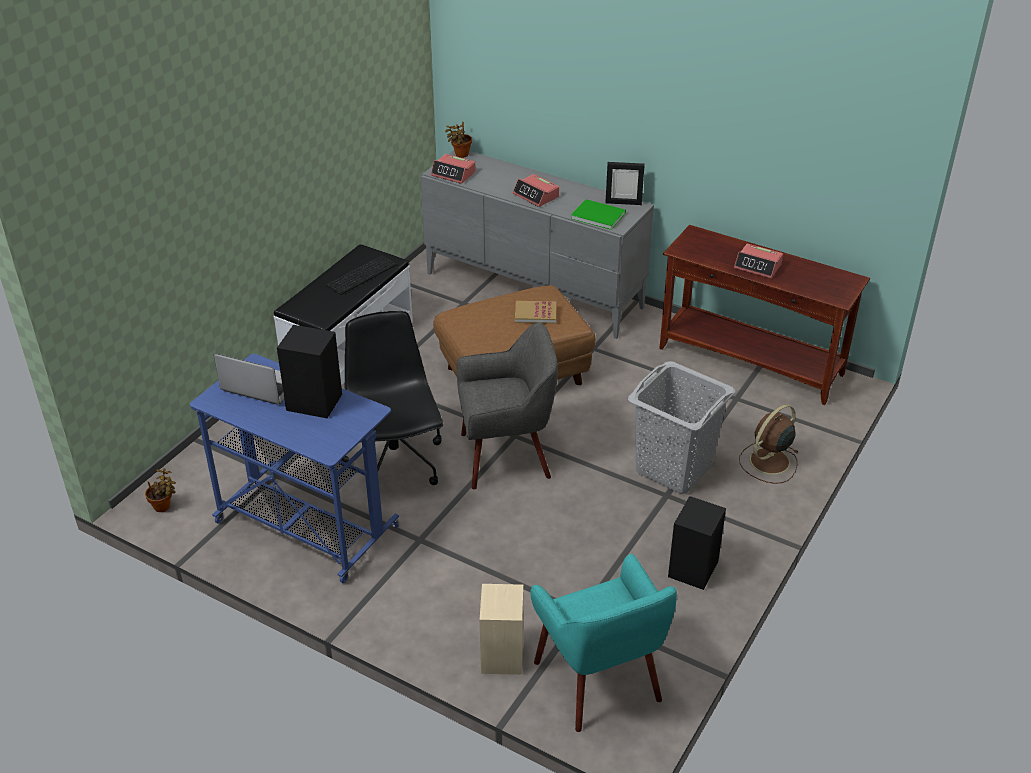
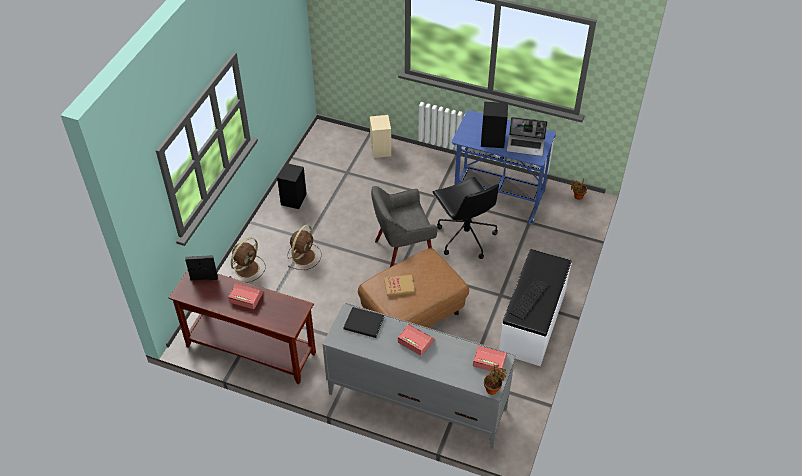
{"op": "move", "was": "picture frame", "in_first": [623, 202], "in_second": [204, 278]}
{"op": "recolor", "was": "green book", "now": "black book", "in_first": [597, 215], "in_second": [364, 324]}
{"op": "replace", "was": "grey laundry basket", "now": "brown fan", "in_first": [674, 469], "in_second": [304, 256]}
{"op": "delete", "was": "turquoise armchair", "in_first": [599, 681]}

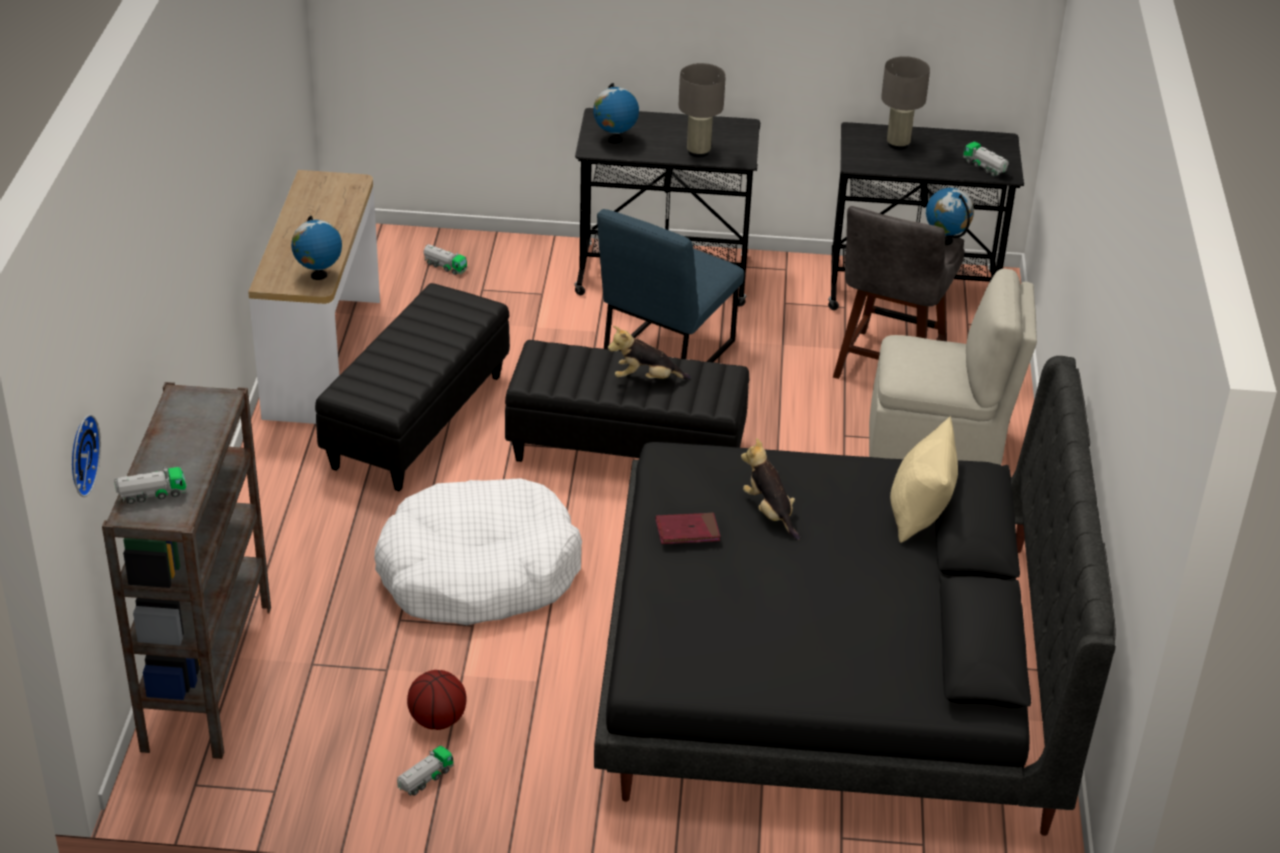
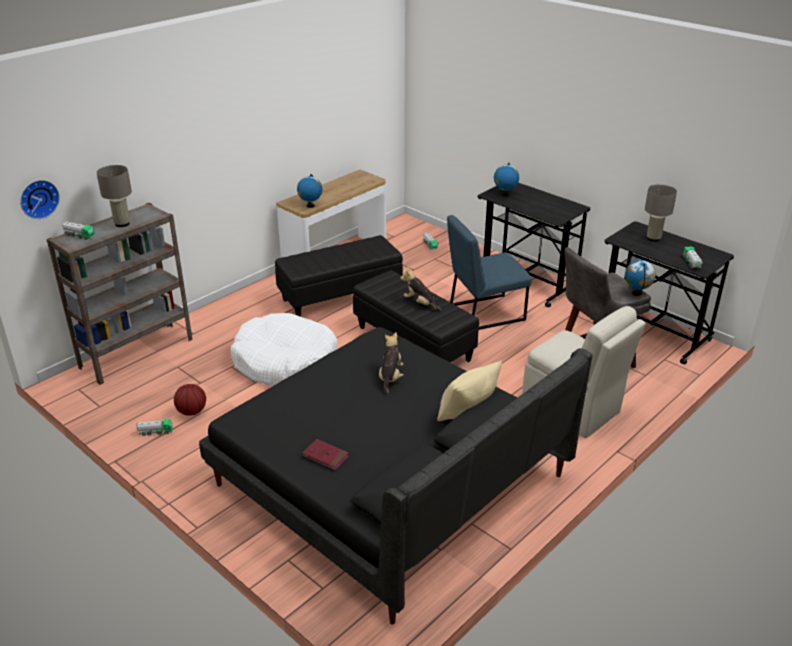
{"op": "move", "was": "grey table lamp", "in_first": [699, 152], "in_second": [122, 224]}
{"op": "move", "was": "red book", "in_first": [687, 531], "in_second": [325, 456]}

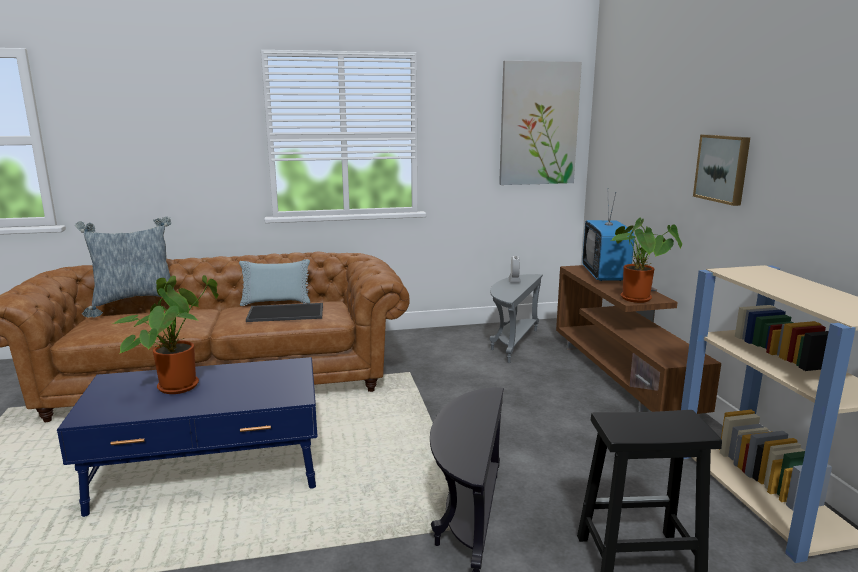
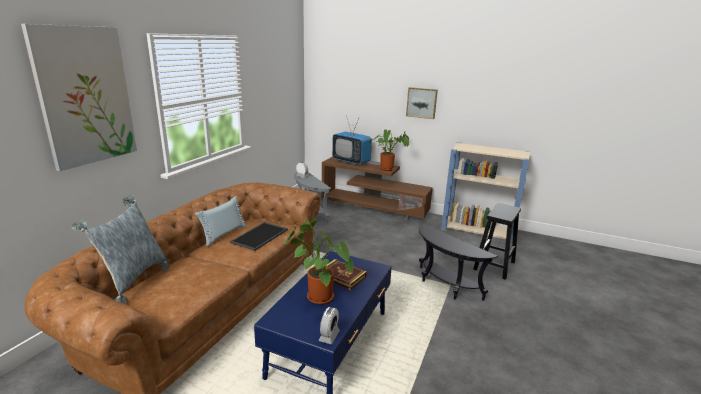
{"op": "move", "was": "picture", "in_first": [538, 124], "in_second": [85, 96]}
{"op": "insert", "now": "book", "in_second": [342, 276]}
{"op": "insert", "now": "alarm clock", "in_second": [329, 336]}

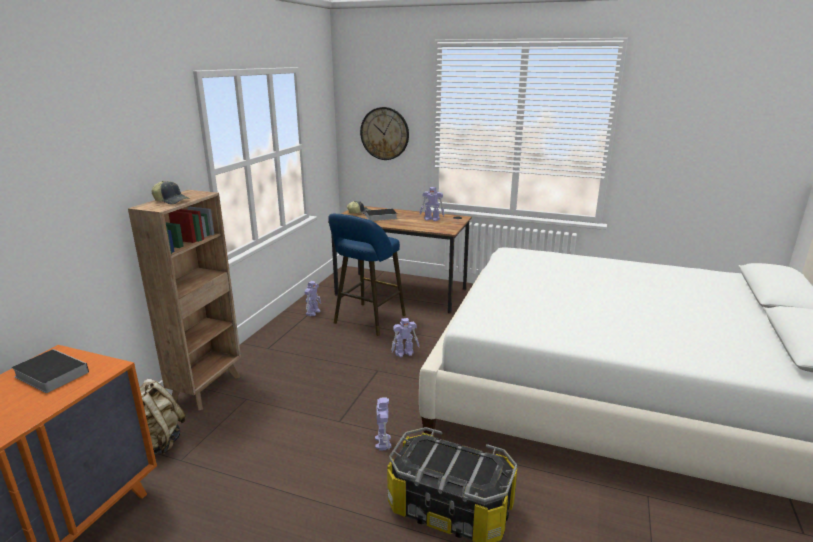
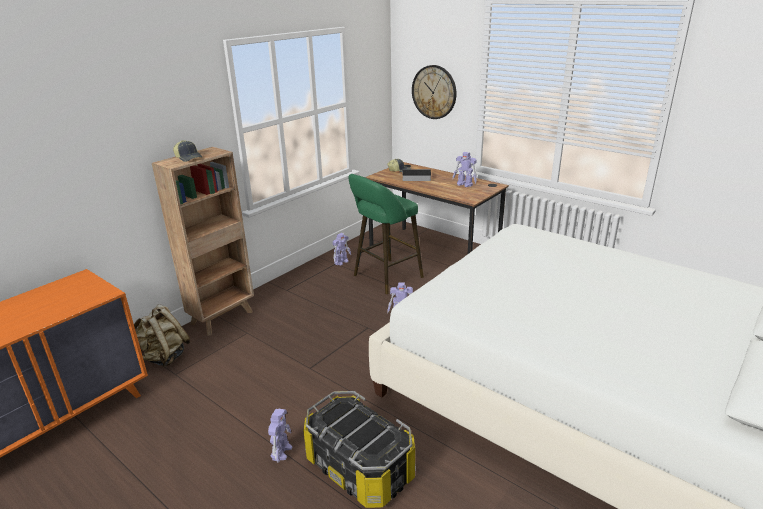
{"op": "recolor", "was": "blue stool", "now": "green stool", "in_first": [367, 321], "in_second": [385, 277]}
{"op": "delete", "was": "book", "in_first": [50, 374]}
{"op": "move", "was": "toy robot", "in_first": [383, 441], "in_second": [282, 451]}

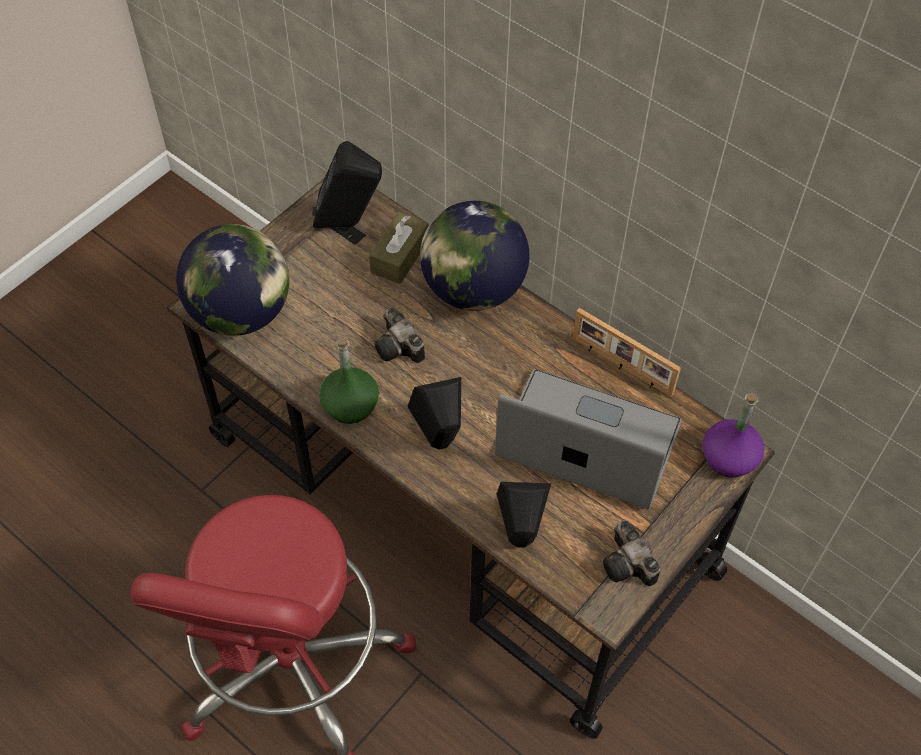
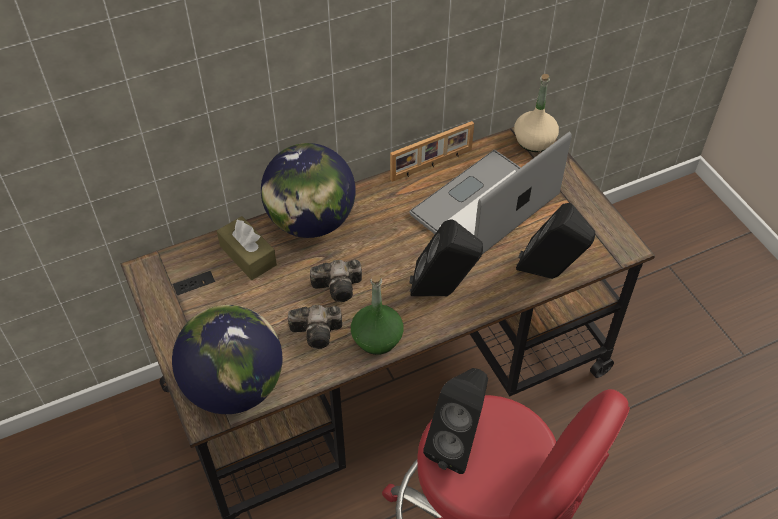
{"op": "move", "was": "black speaker", "in_first": [349, 223], "in_second": [458, 443]}
{"op": "recolor", "was": "purple bottle", "now": "beige bottle", "in_first": [728, 458], "in_second": [534, 141]}
{"op": "move", "was": "photo camera", "in_first": [629, 566], "in_second": [319, 332]}

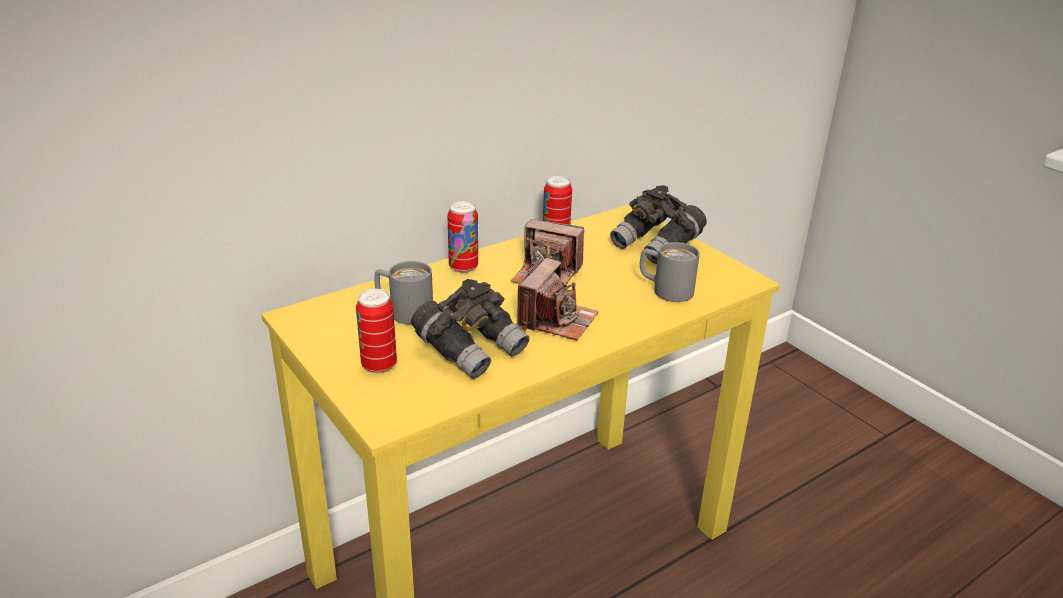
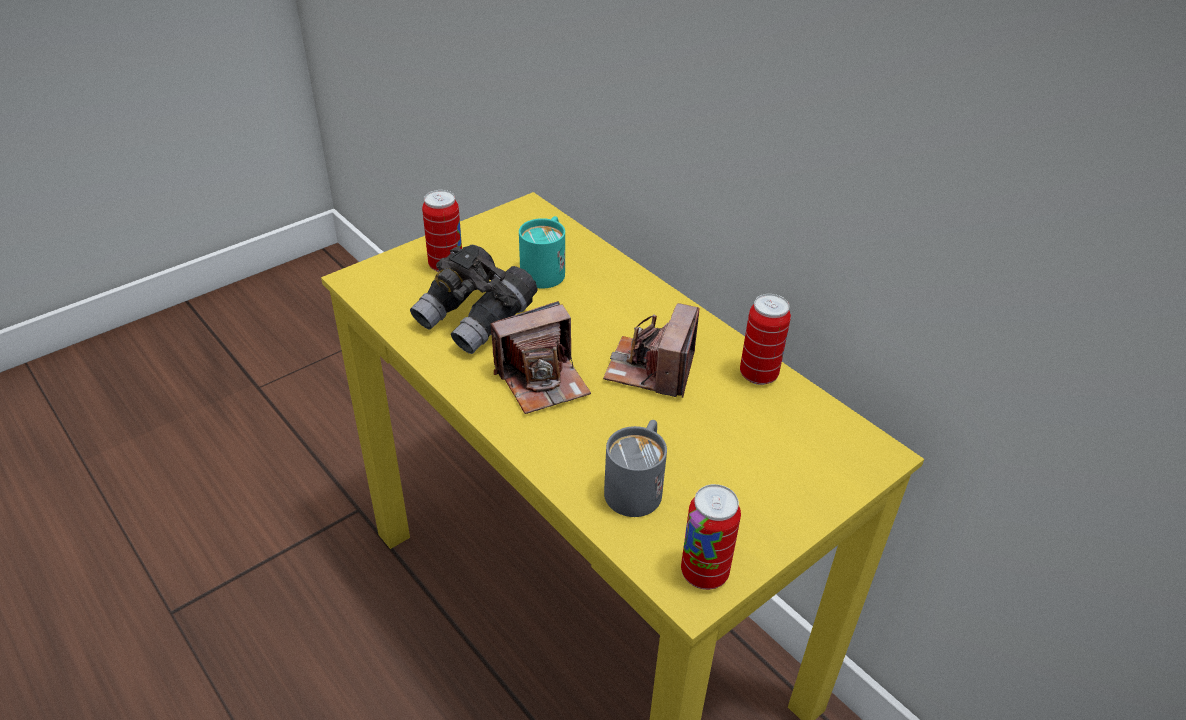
{"op": "delete", "was": "grey binoculars", "in_first": [656, 245]}
{"op": "move", "was": "can", "in_first": [463, 267], "in_second": [704, 573]}
{"op": "rotate", "was": "photo camera", "in_first": [556, 320], "in_second": [542, 380], "clockwise": -45}
{"op": "recolor", "was": "grey mug", "now": "turquoise mug", "in_first": [403, 311], "in_second": [546, 269]}

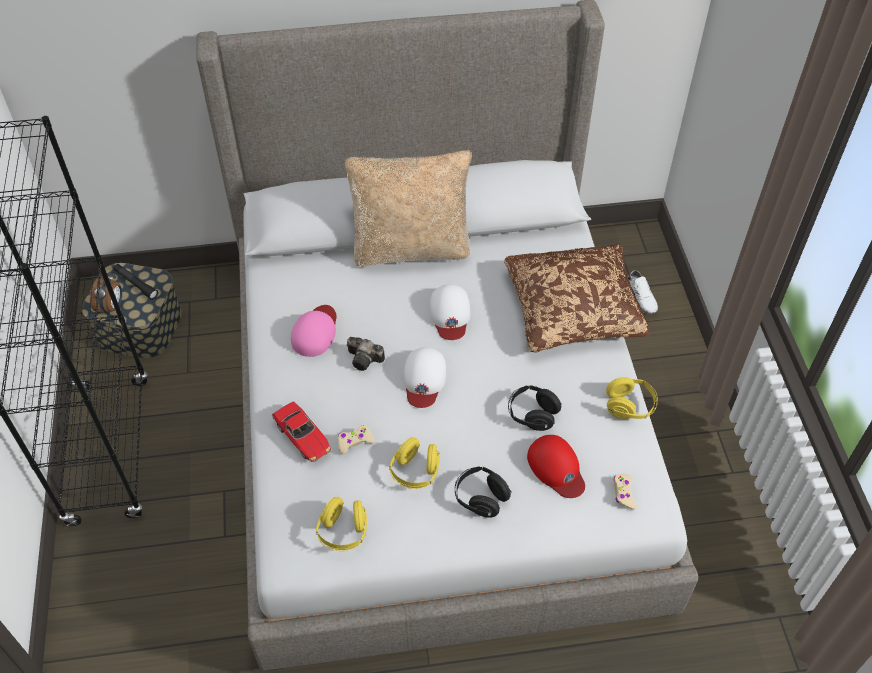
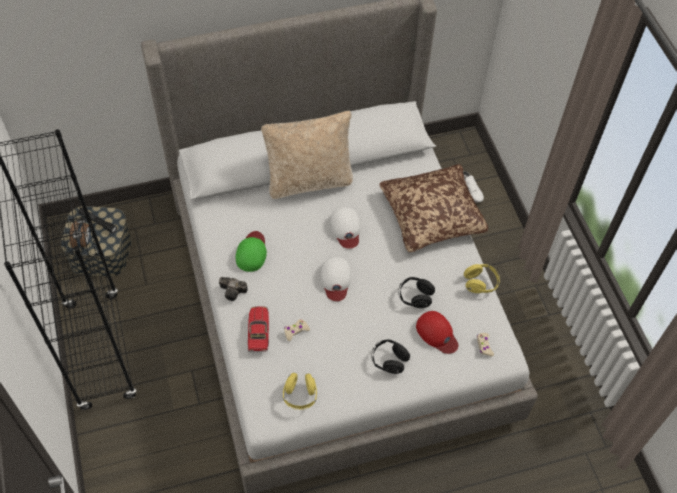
{"op": "recolor", "was": "pink cap", "now": "green cap", "in_first": [315, 332], "in_second": [252, 252]}
{"op": "move", "was": "photo camera", "in_first": [366, 359], "in_second": [234, 292]}
{"op": "rotate", "was": "toy car", "in_first": [303, 437], "in_second": [258, 331], "clockwise": -135}
{"op": "delete", "was": "yellow headphones", "in_first": [415, 472]}

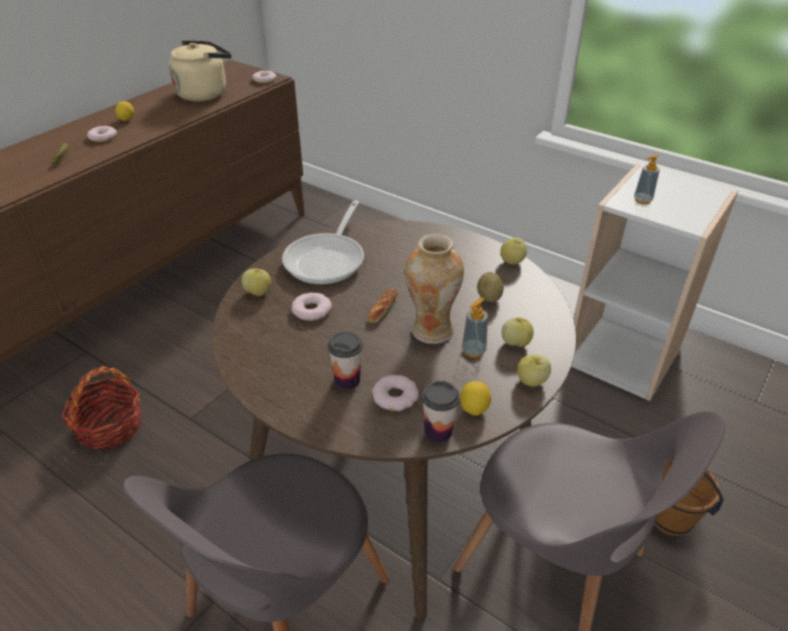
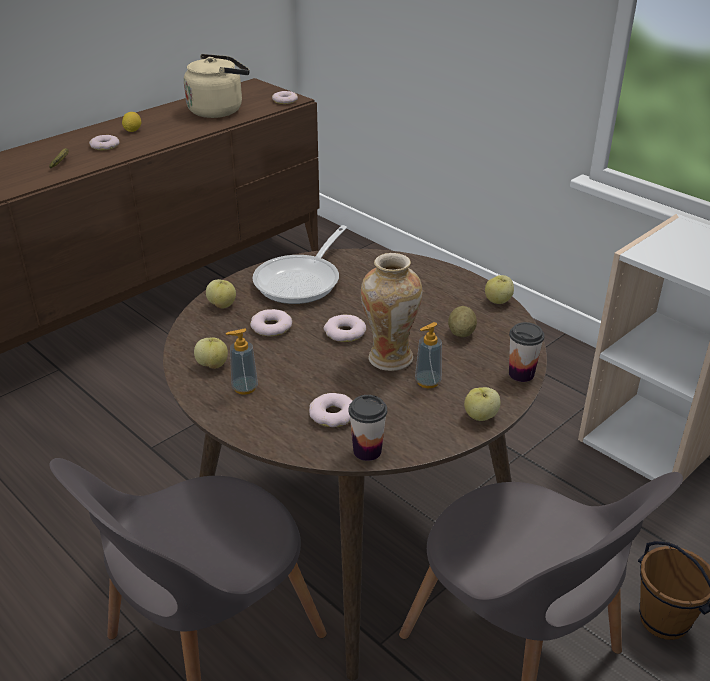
{"op": "move", "was": "soap dispenser", "in_first": [642, 200], "in_second": [244, 388]}
{"op": "replace", "was": "bread", "now": "donut", "in_first": [383, 308], "in_second": [345, 332]}
{"op": "move", "was": "apple", "in_first": [515, 343], "in_second": [212, 365]}
{"op": "move", "was": "cup", "in_first": [347, 380], "in_second": [521, 374]}
{"op": "delete", "was": "basket", "in_first": [109, 427]}
{"op": "delete", "was": "lemon", "in_first": [474, 408]}

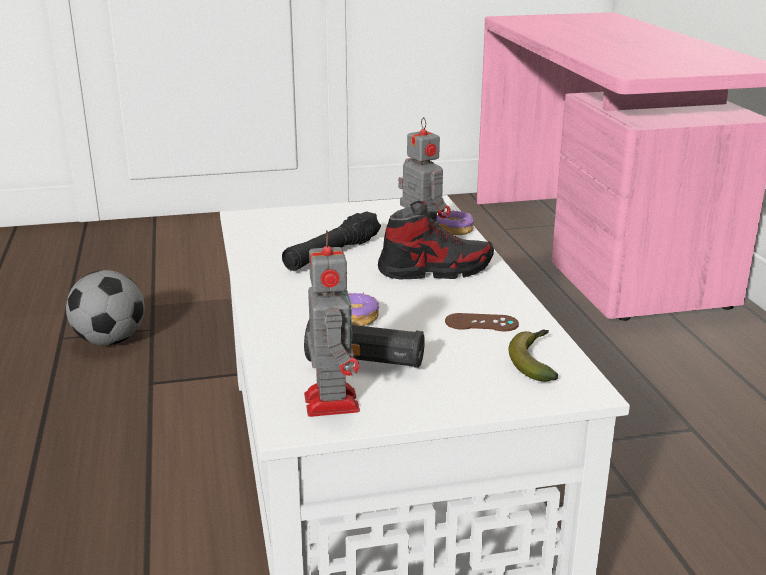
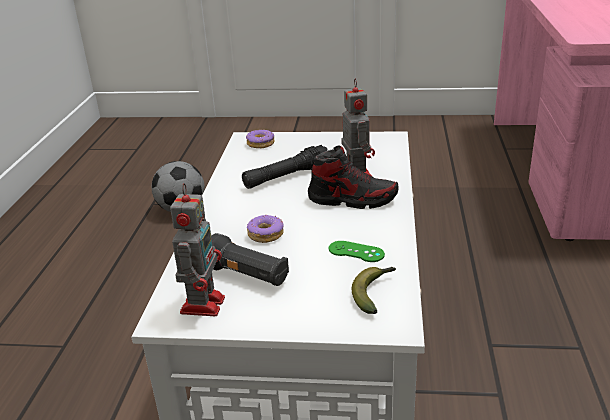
{"op": "move", "was": "donut", "in_first": [454, 230], "in_second": [260, 144]}
{"op": "recolor", "was": "brown game controller", "now": "green game controller", "in_first": [481, 323], "in_second": [356, 252]}

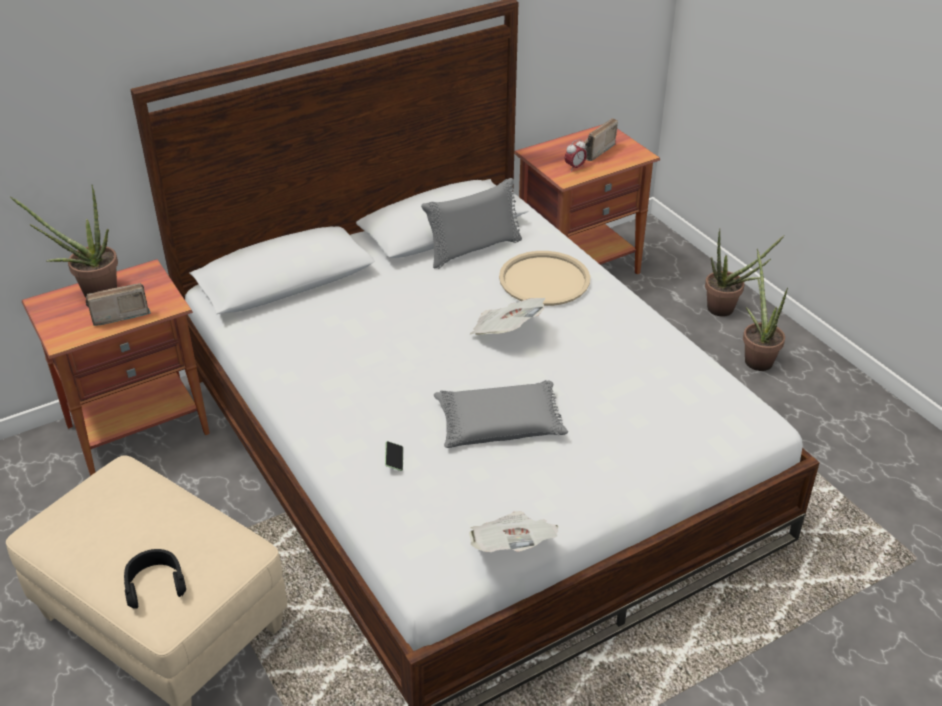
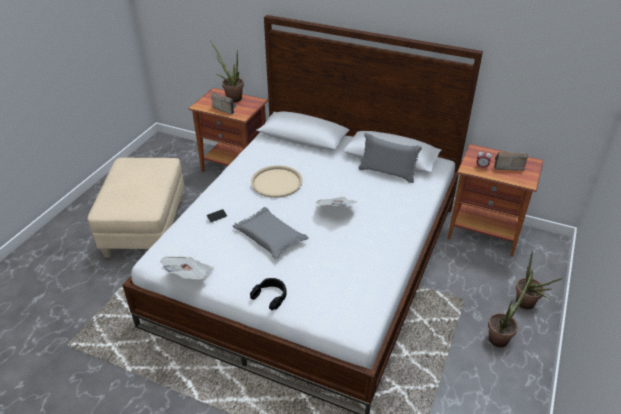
{"op": "move", "was": "beige tray", "in_first": [544, 280], "in_second": [276, 182]}
{"op": "move", "was": "black headphones", "in_first": [155, 584], "in_second": [270, 296]}

